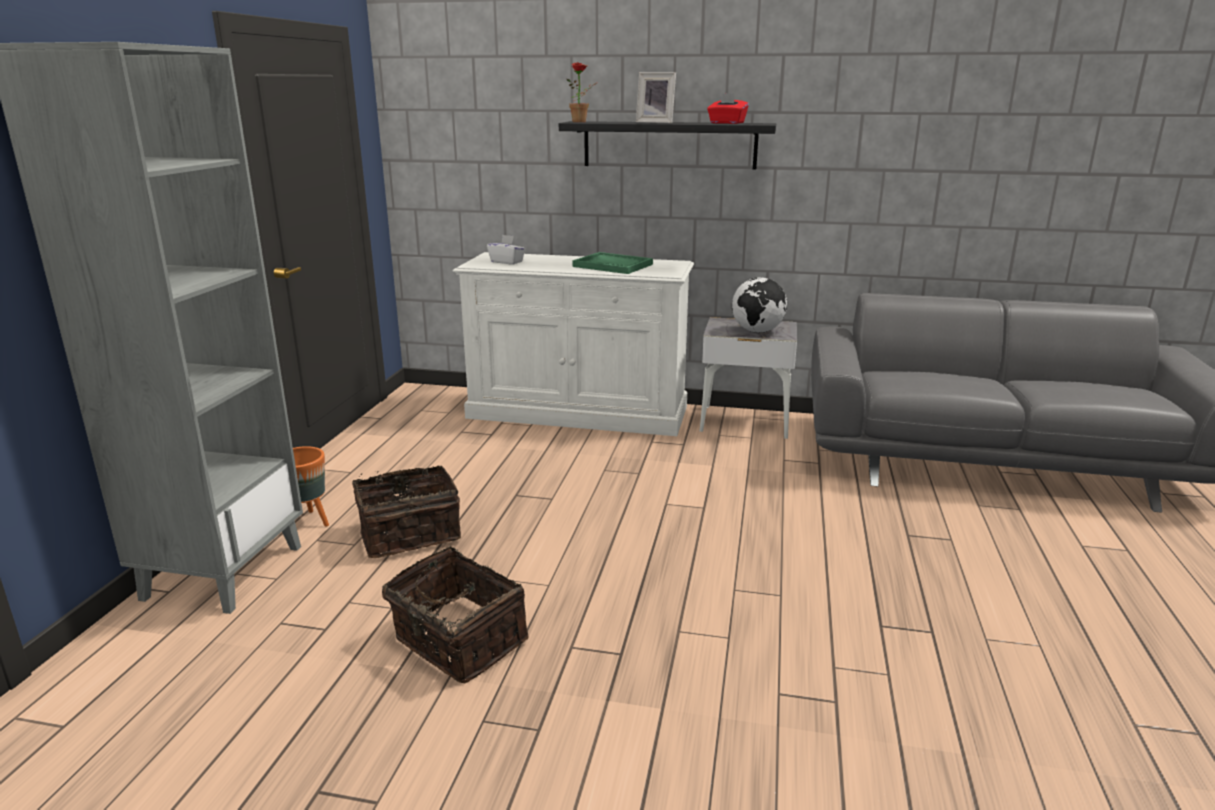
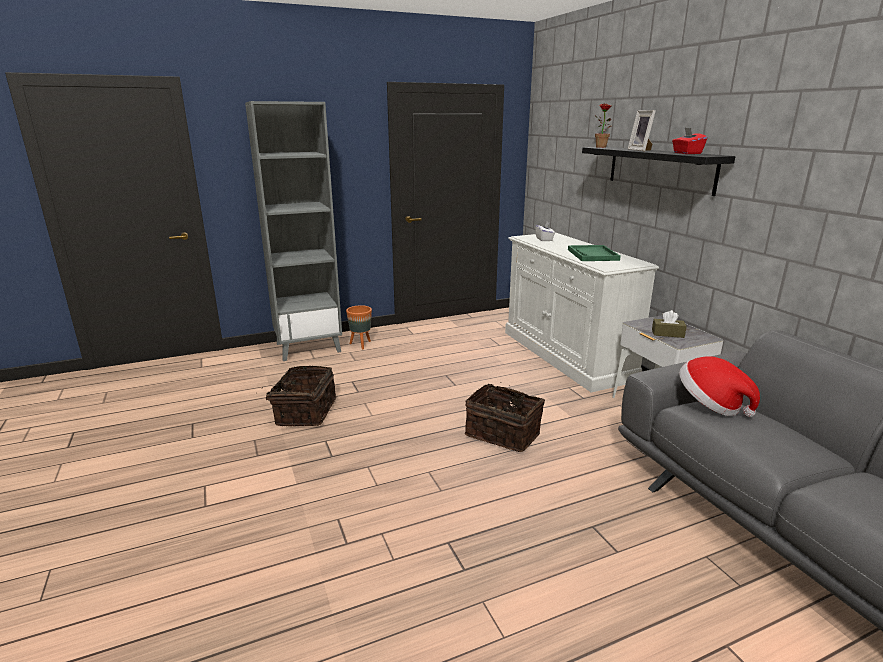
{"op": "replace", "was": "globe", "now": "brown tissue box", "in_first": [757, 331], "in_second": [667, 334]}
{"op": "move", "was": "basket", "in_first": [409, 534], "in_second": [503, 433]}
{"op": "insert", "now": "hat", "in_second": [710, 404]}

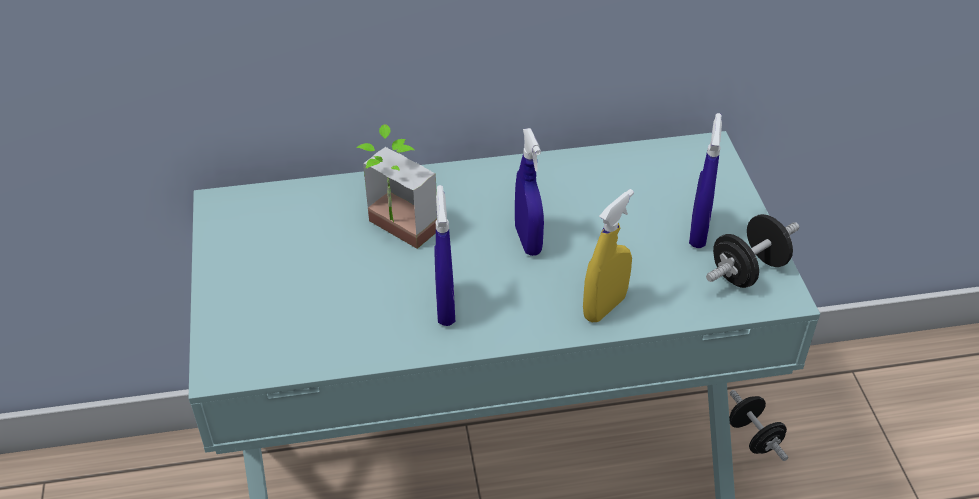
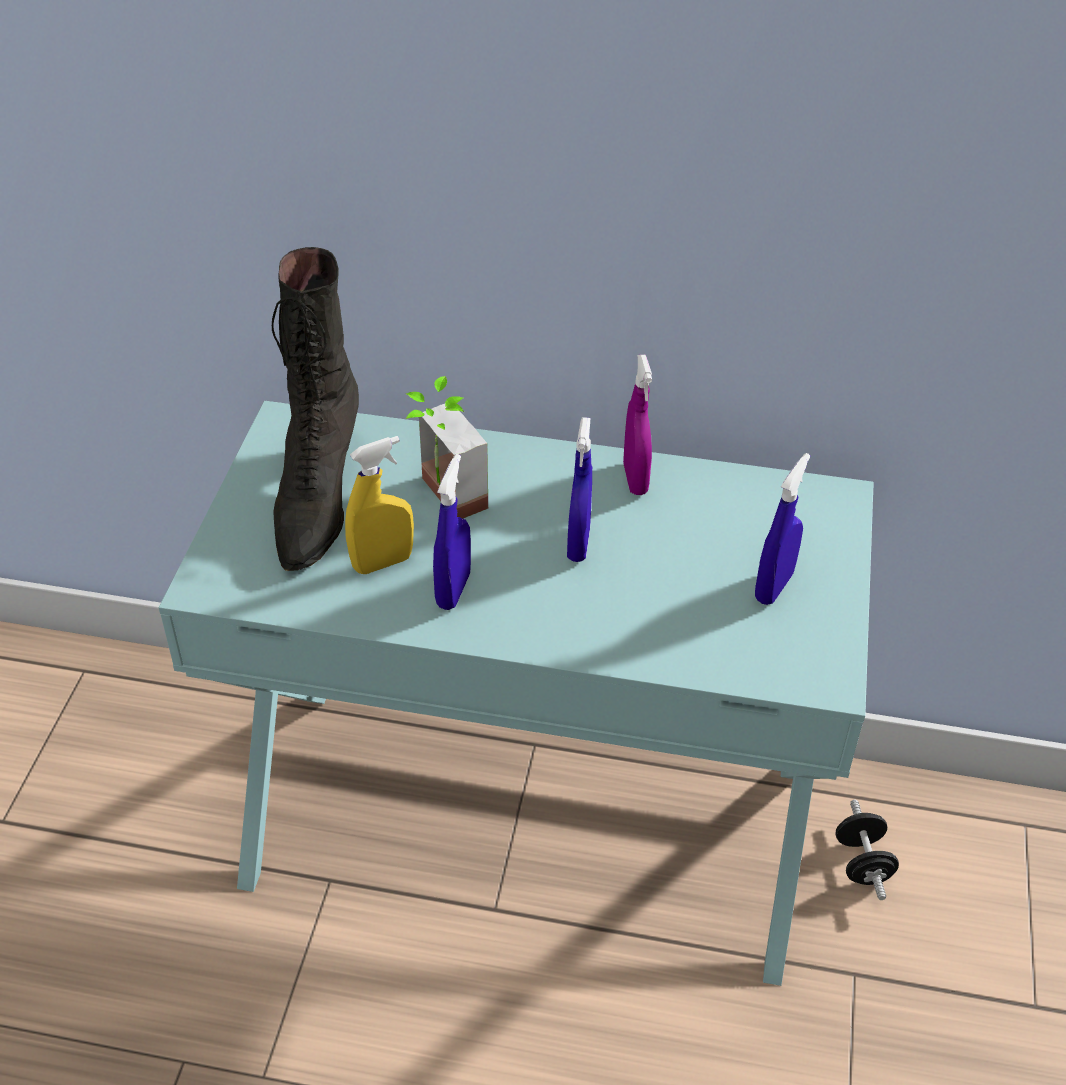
{"op": "move", "was": "yellow spray bottle", "in_first": [604, 307], "in_second": [382, 563]}
{"op": "delete", "was": "black dumbbell", "in_first": [748, 270]}
{"op": "insert", "now": "black boot", "in_second": [317, 499]}
{"op": "insert", "now": "purple spray bottle", "in_second": [635, 479]}

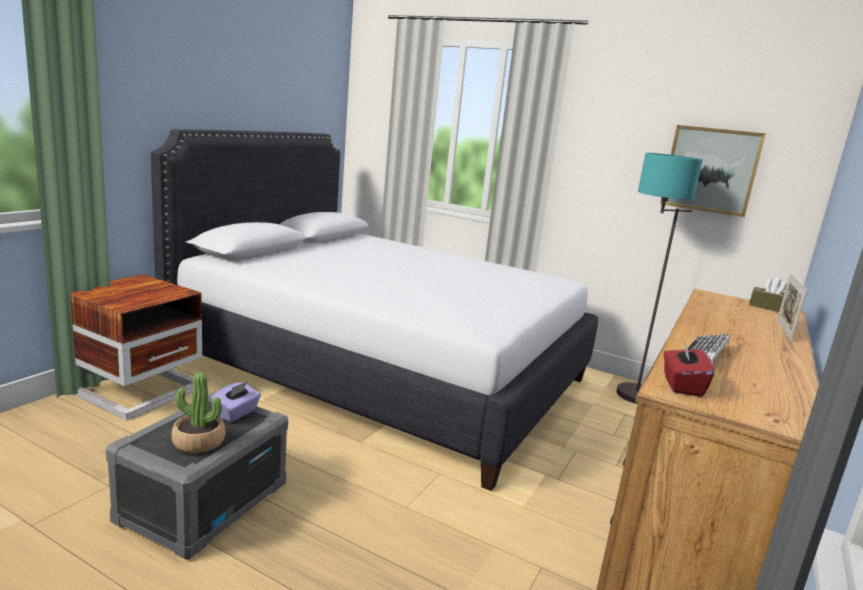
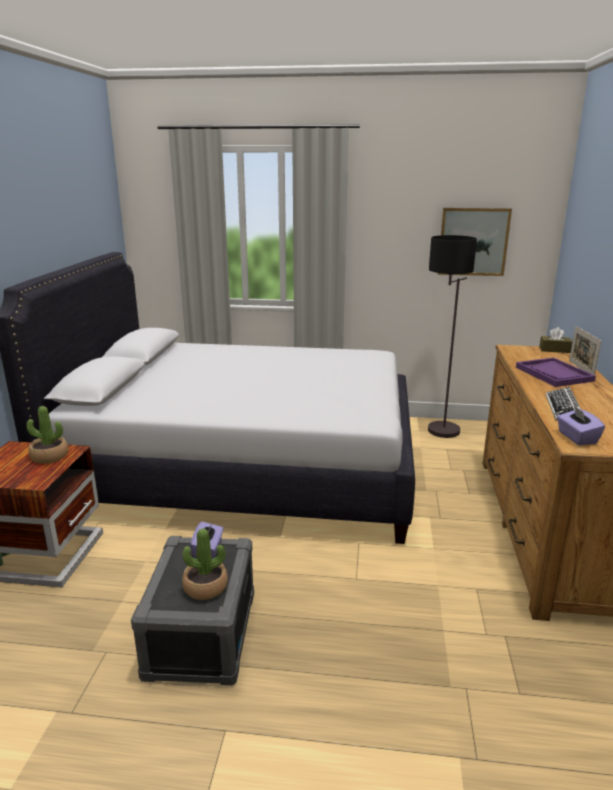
{"op": "recolor", "was": "turquoise floor lamp", "now": "black floor lamp", "in_first": [627, 397], "in_second": [438, 434]}
{"op": "recolor", "was": "red tissue box", "now": "purple tissue box", "in_first": [681, 385], "in_second": [576, 438]}
{"op": "insert", "now": "purple tray", "in_second": [554, 374]}
{"op": "insert", "now": "potted plant", "in_second": [49, 456]}

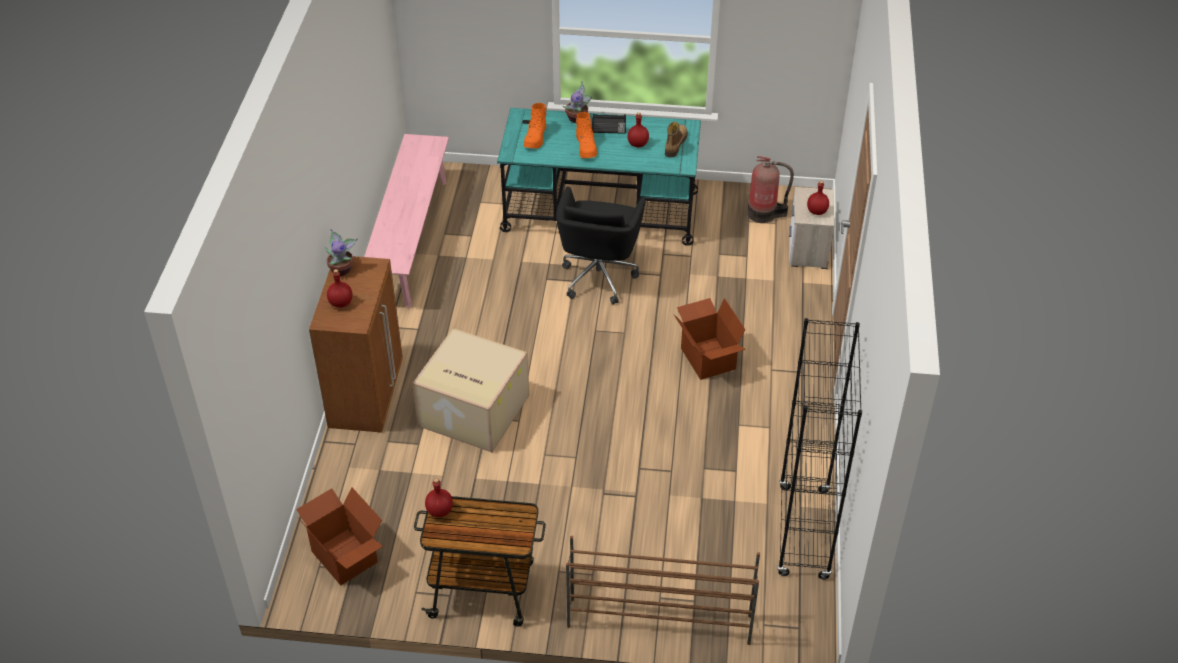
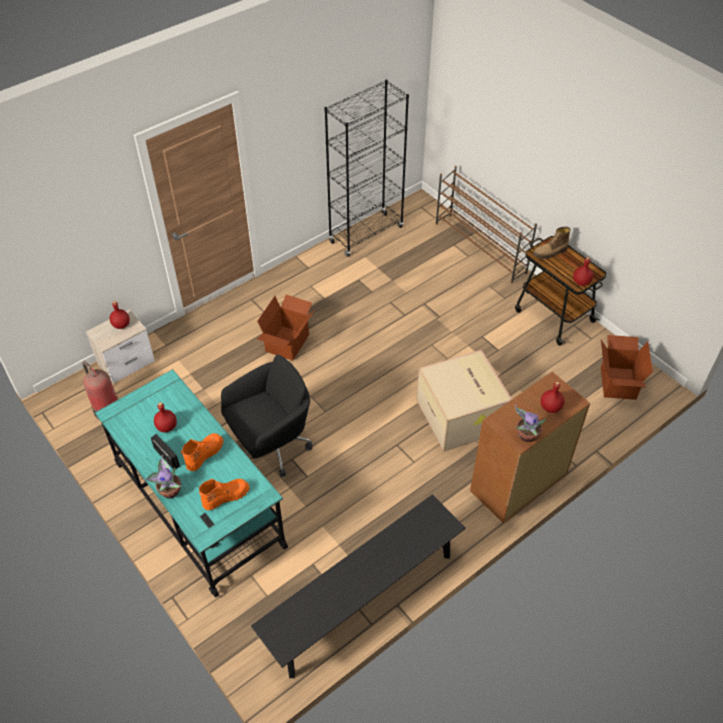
{"op": "move", "was": "boot", "in_first": [675, 144], "in_second": [550, 252]}
{"op": "recolor", "was": "pink bench", "now": "black bench", "in_first": [411, 240], "in_second": [362, 600]}

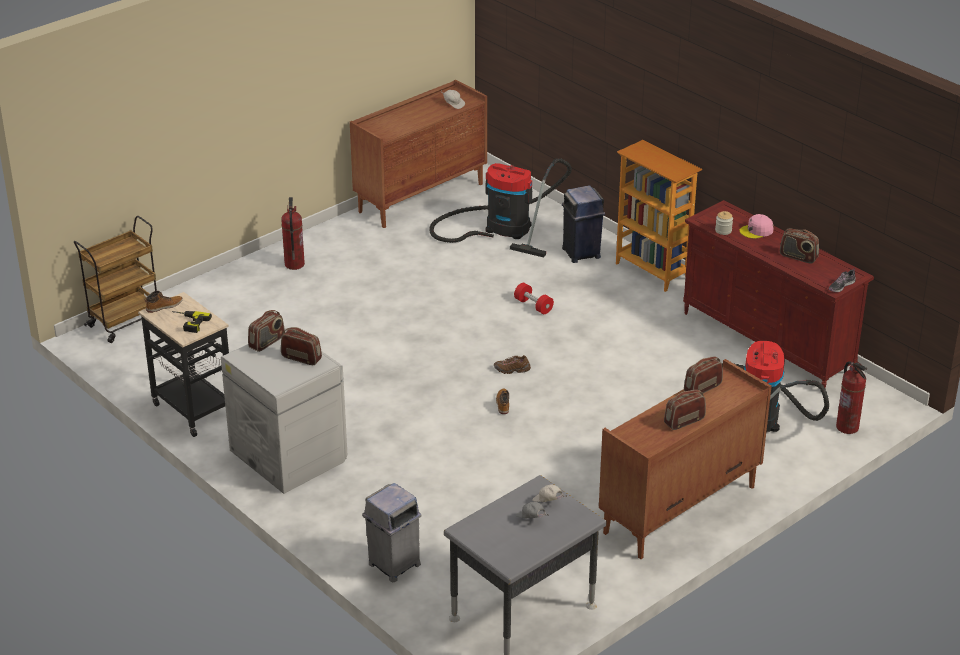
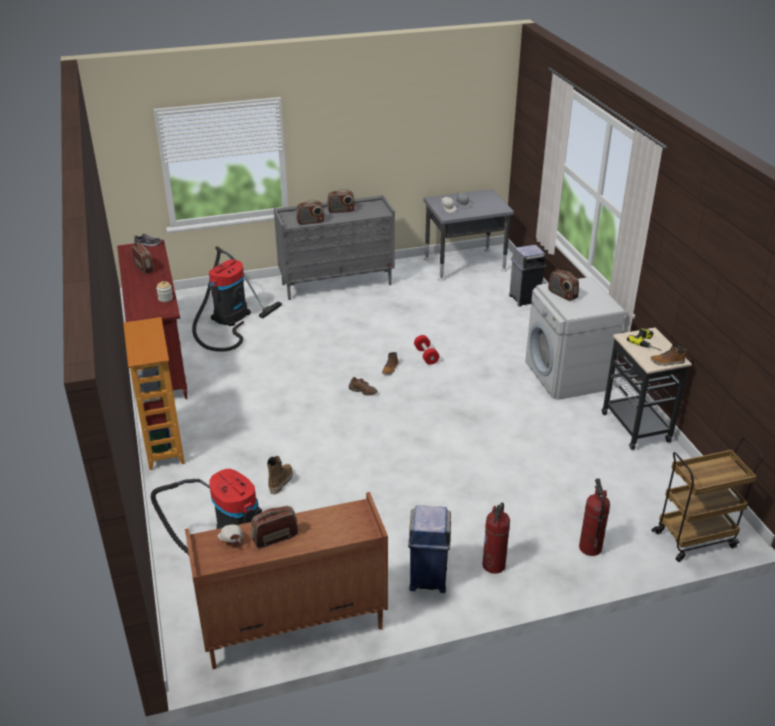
{"op": "move", "was": "blue trash can", "in_first": [581, 253], "in_second": [428, 578]}
{"op": "delete", "was": "pink cap", "in_first": [756, 231]}
{"op": "move", "was": "red dumbbell", "in_first": [533, 306], "in_second": [426, 356]}
{"op": "move", "was": "radio", "in_first": [267, 342], "in_second": [275, 537]}
{"op": "recolor", "was": "brown cabinet", "now": "grey cabinet", "in_first": [679, 510], "in_second": [337, 284]}
{"op": "move", "was": "fire extinguisher", "in_first": [847, 427], "in_second": [590, 548]}
{"op": "insert", "now": "boot", "in_second": [280, 482]}

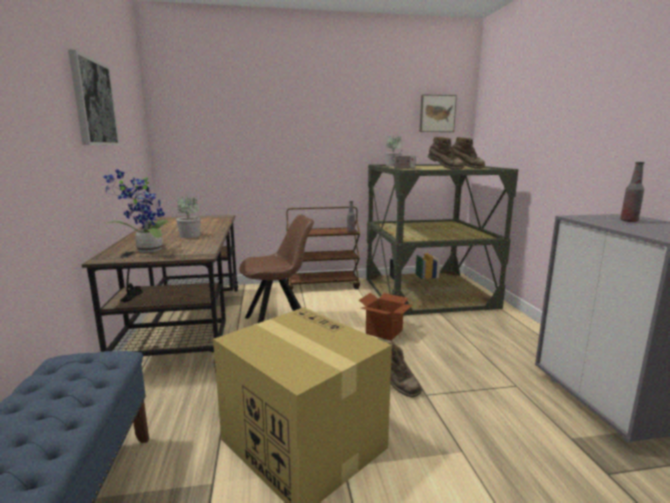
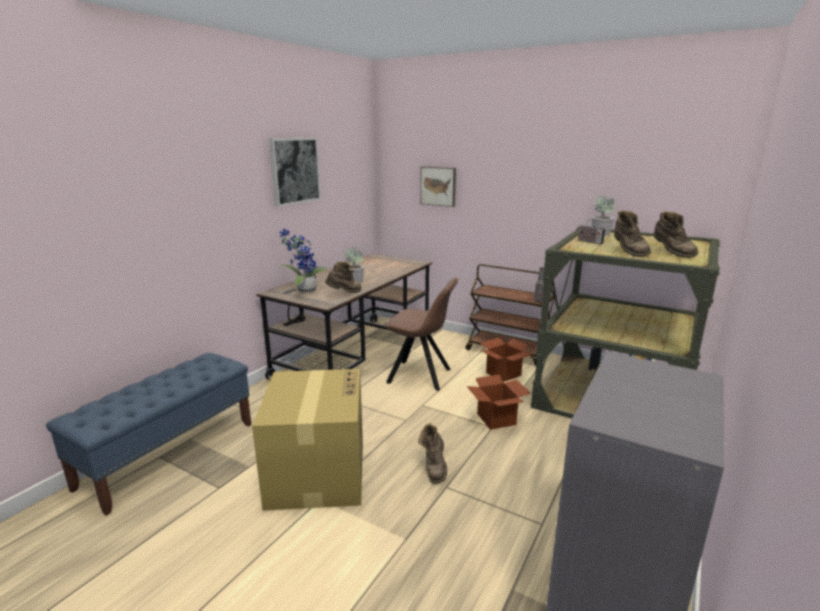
{"op": "move", "was": "picture", "in_first": [437, 113], "in_second": [438, 186]}
{"op": "delete", "was": "bottle", "in_first": [629, 221]}
{"op": "insert", "now": "brown boot", "in_second": [344, 293]}
{"op": "insert", "now": "cardboard box", "in_second": [503, 374]}

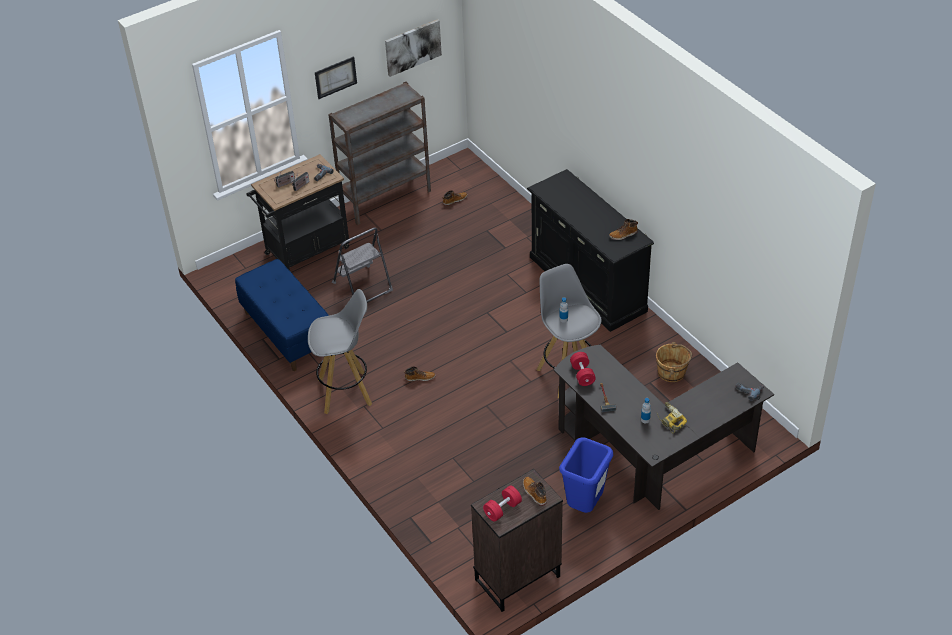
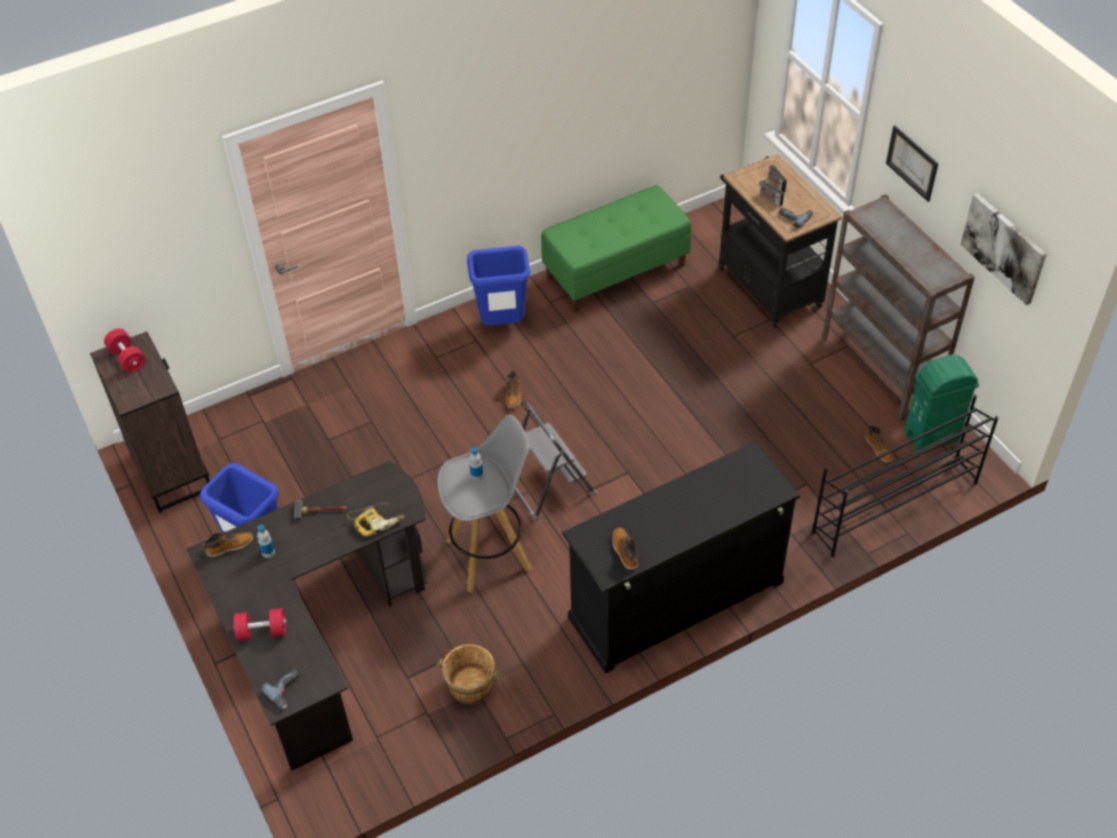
{"op": "move", "was": "grey step ladder", "in_first": [363, 287], "in_second": [547, 486]}
{"op": "recolor", "was": "blue bench", "now": "green bench", "in_first": [287, 332], "in_second": [616, 271]}
{"op": "replace", "was": "grey stool", "now": "blue trash can", "in_first": [346, 392], "in_second": [502, 324]}
{"op": "move", "was": "red dumbbell", "in_first": [582, 374], "in_second": [262, 631]}
{"op": "move", "was": "power drill", "in_first": [669, 420], "in_second": [377, 521]}
{"op": "move", "was": "boot", "in_first": [534, 493], "in_second": [230, 546]}
{"op": "insert", "now": "green trash can", "in_second": [932, 437]}
{"op": "insert", "now": "black shoe rack", "in_second": [894, 507]}

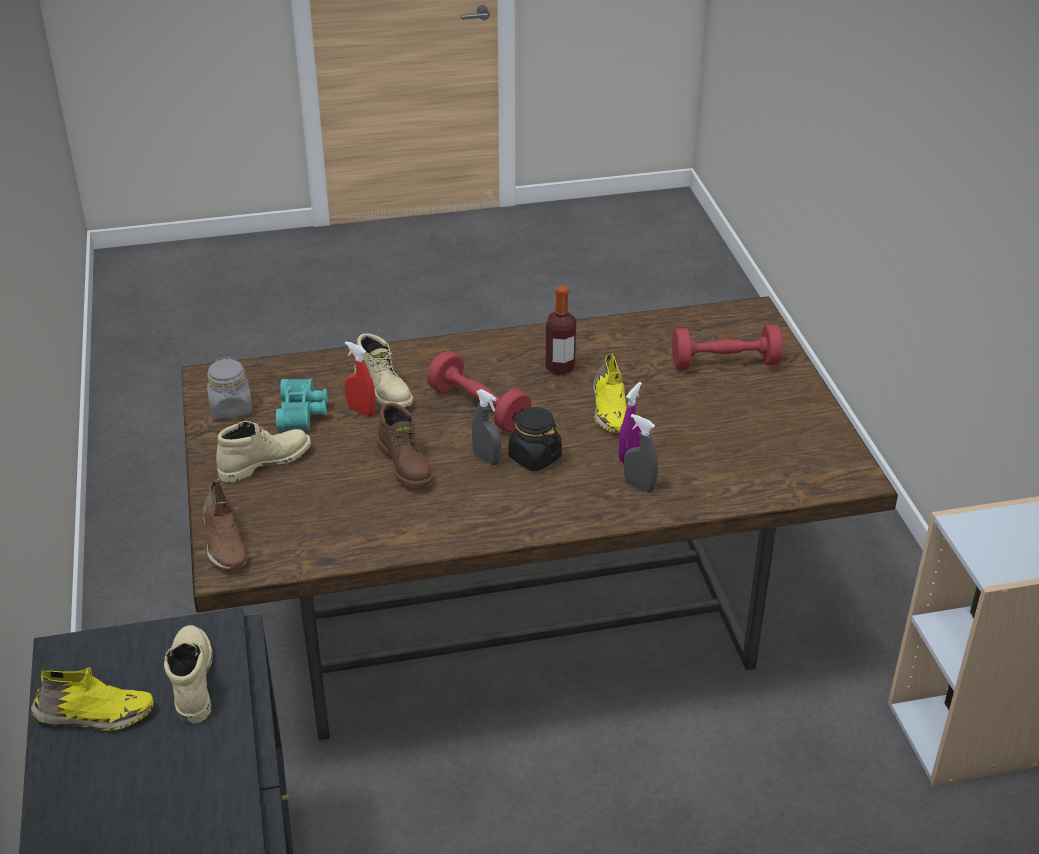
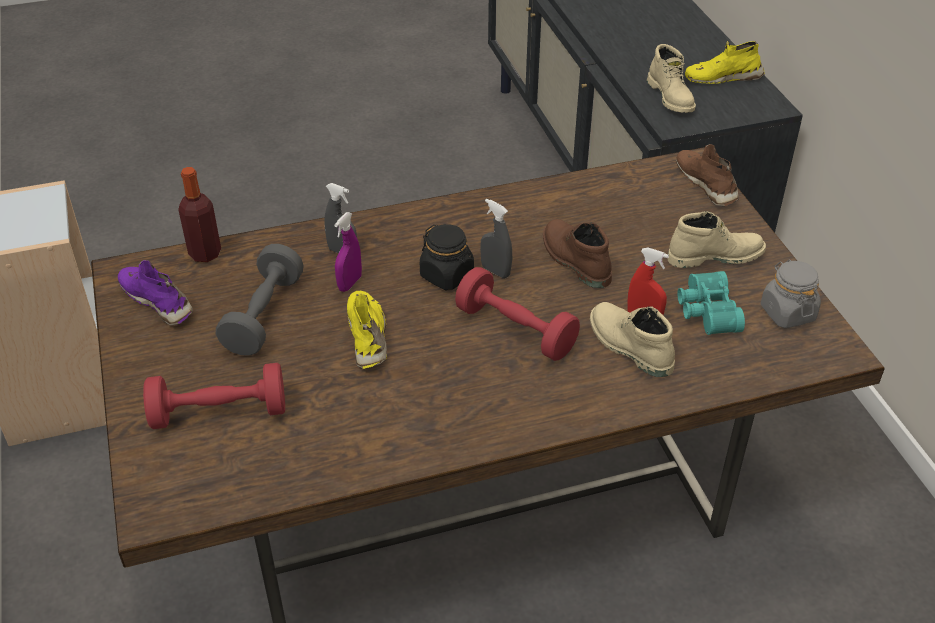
{"op": "move", "was": "bottle", "in_first": [560, 368], "in_second": [205, 253]}
{"op": "rotate", "was": "beige boot", "in_first": [264, 461], "in_second": [715, 256], "clockwise": -150}
{"op": "insert", "now": "grey dumbbell", "in_second": [264, 315]}
{"op": "insert", "now": "purple shoe", "in_second": [158, 301]}

